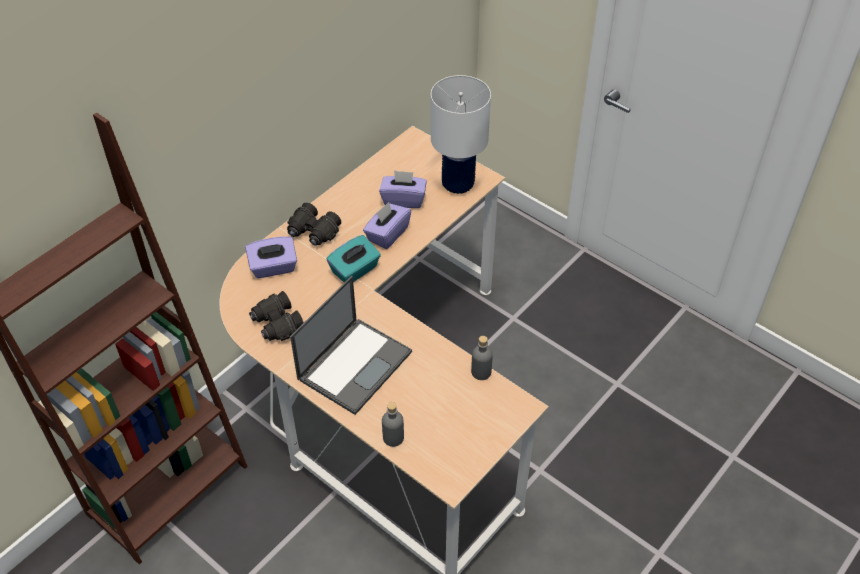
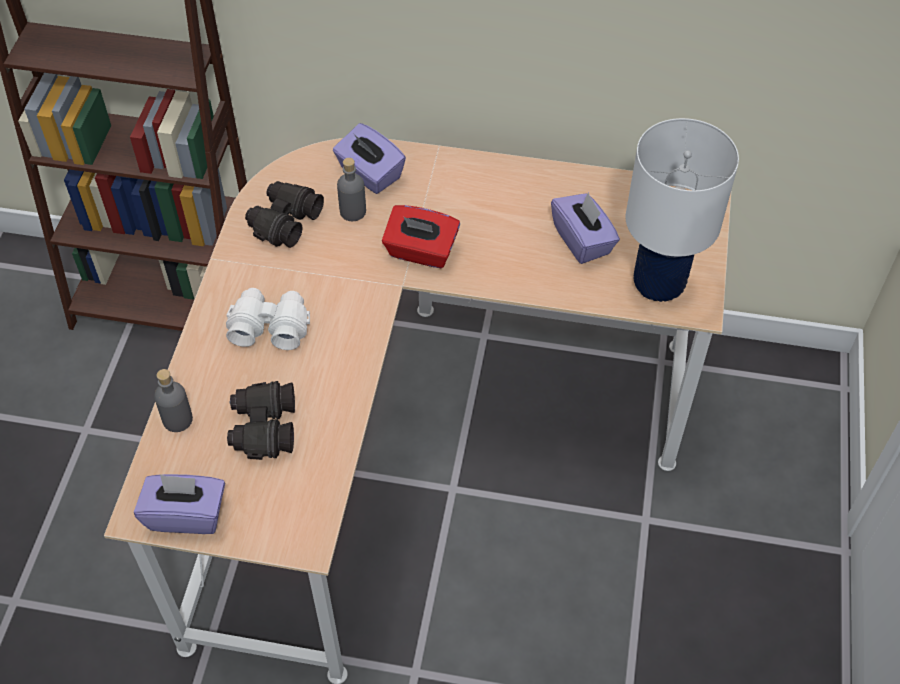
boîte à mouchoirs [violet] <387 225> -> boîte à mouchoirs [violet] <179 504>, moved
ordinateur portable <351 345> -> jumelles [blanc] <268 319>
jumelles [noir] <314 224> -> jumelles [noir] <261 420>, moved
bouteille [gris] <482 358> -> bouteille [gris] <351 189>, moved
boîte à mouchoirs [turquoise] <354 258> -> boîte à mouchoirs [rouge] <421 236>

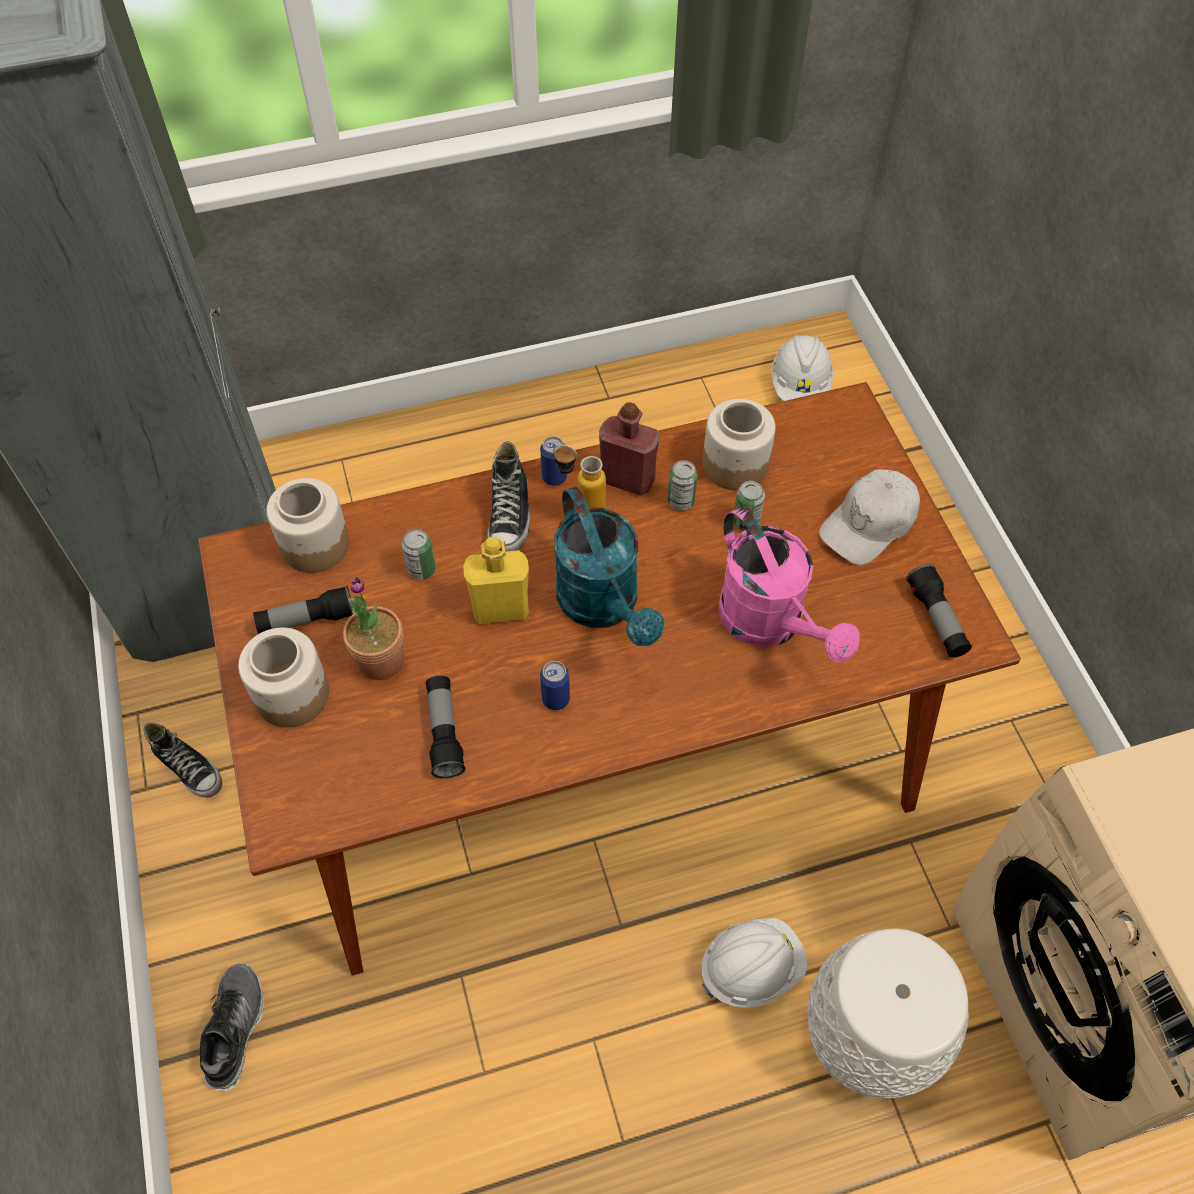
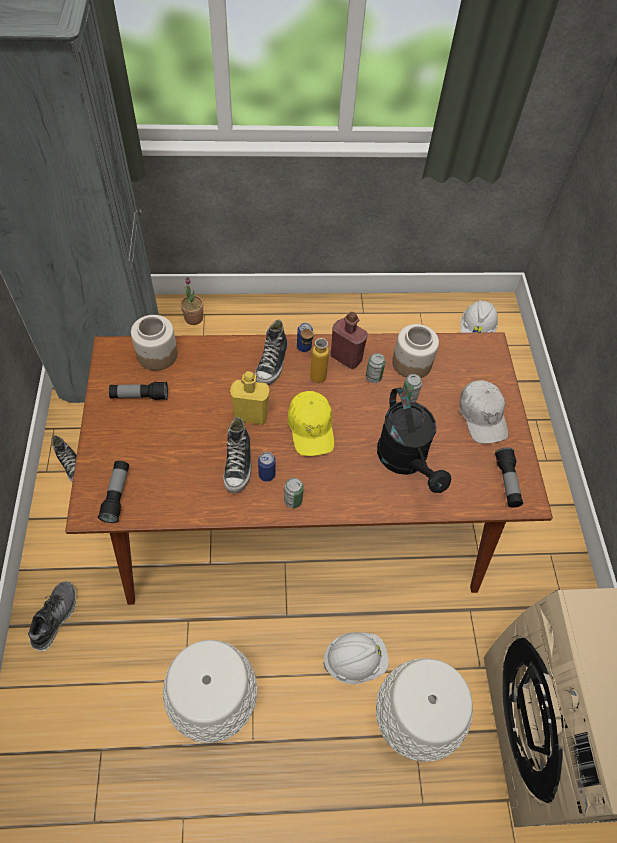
lampe de poche <445 727> -> lampe de poche <113 492>, moved
none -> tabouret [blanc] <210 691>
plante en pot <373 628> -> plante en pot <191 301>, moved
none -> chaussure <237 455>
boîte métallique <418 554> -> boîte métallique <294 493>, moved
arrosoir [turquoise] <609 566> -> casquette [jaune] <310 423>
arrosoir [rose] <789 584> -> arrosoir [noir] <414 440>
casquette [blanc] <869 517> -> casquette [blanc] <483 412>, 75 degrees counterclockwise
bocal <283 677> -> none

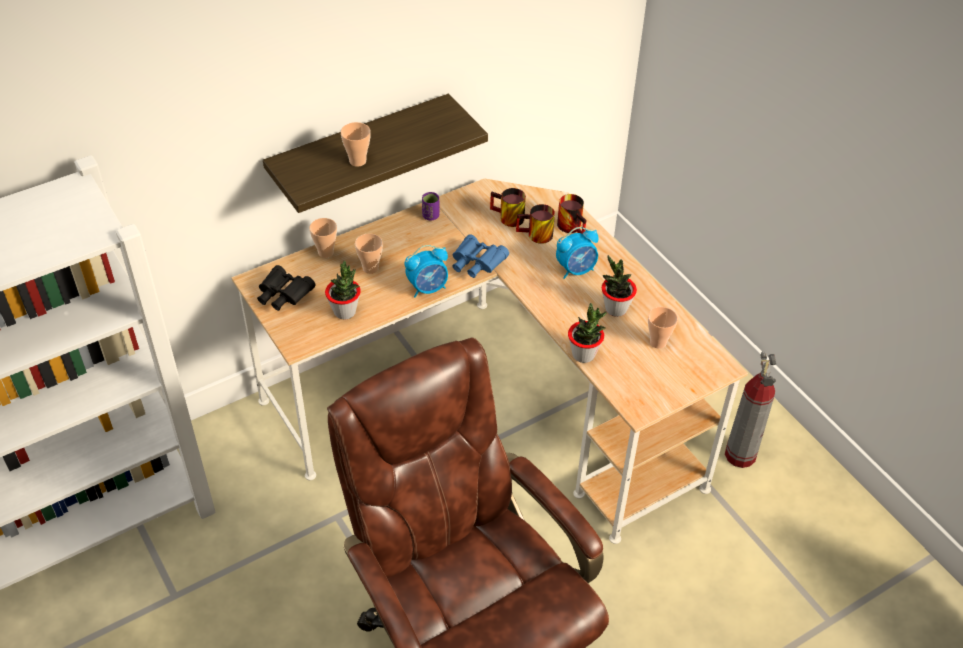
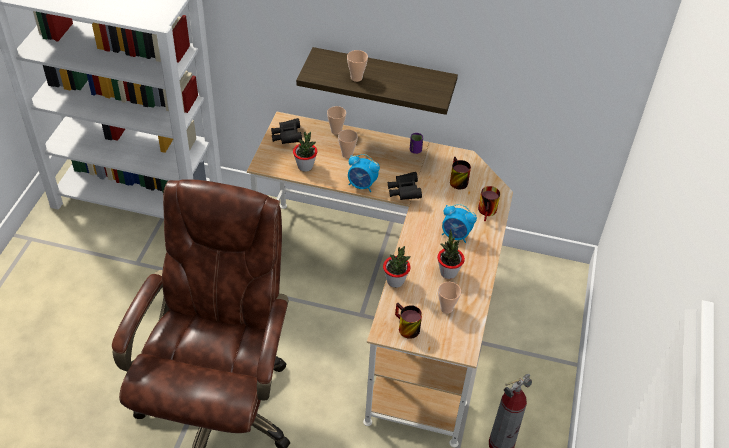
jumelles [bleu] <480 256> -> jumelles [noir] <405 186>
mug <535 224> -> mug <408 321>, moved

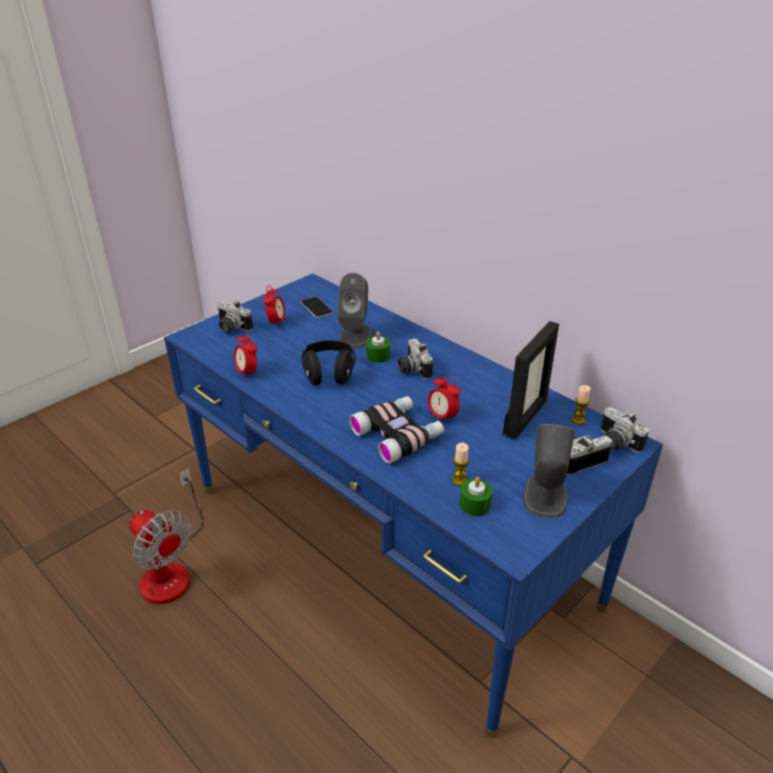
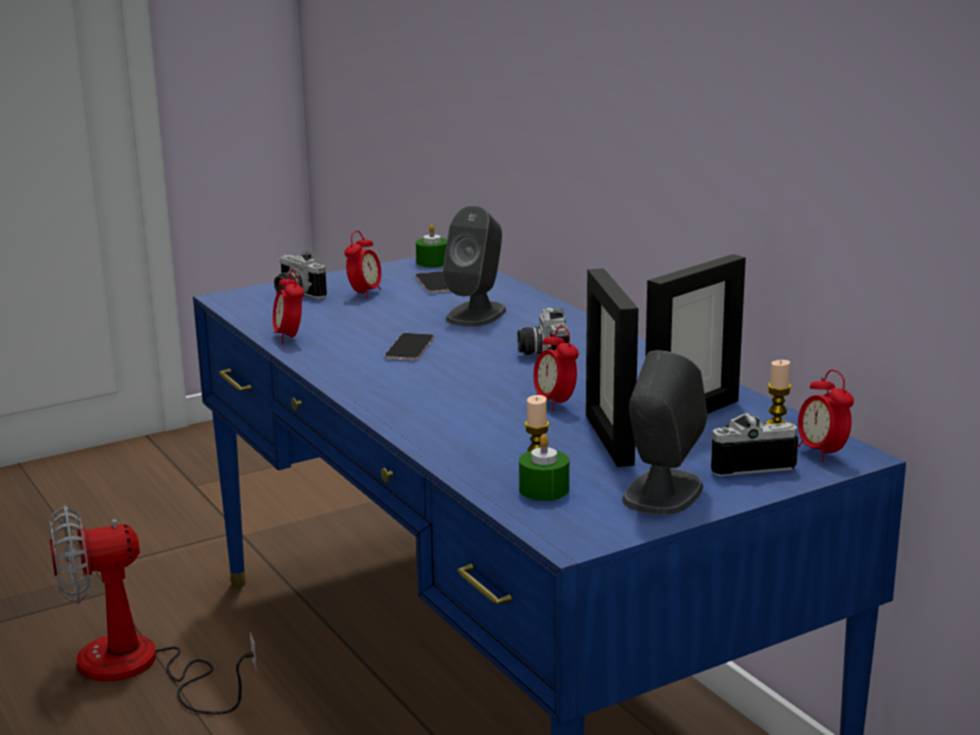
ventilateur <166 536> -> ventilateur <153 610>, 105 degrees clockwise
casque audio [noir] <328 362> -> téléphone <409 346>
bougie [vert] <378 347> -> bougie [vert] <431 245>, moved
none -> cadre photo <612 367>
appareil photo <625 430> -> réveil <826 416>
jumelles <396 430> -> none

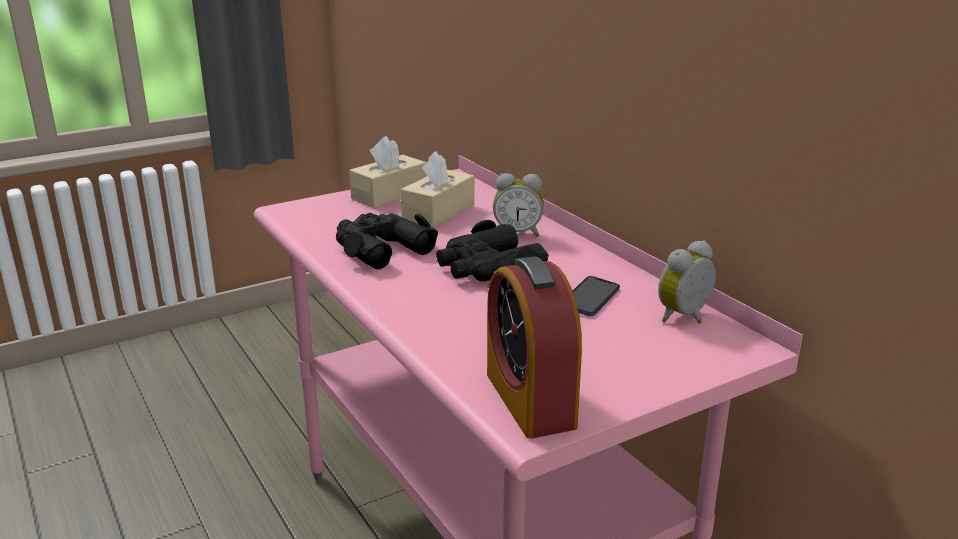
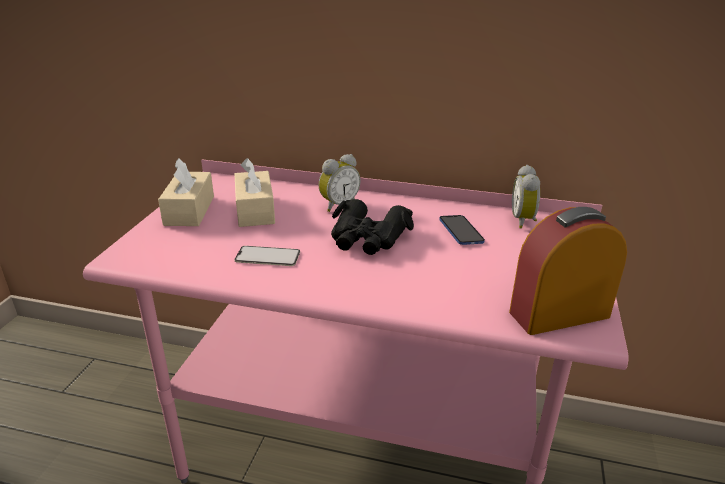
jumelles [noir] <387 241> -> téléphone <267 256>
réveil <534 347> -> réveil <568 271>, 135 degrees clockwise

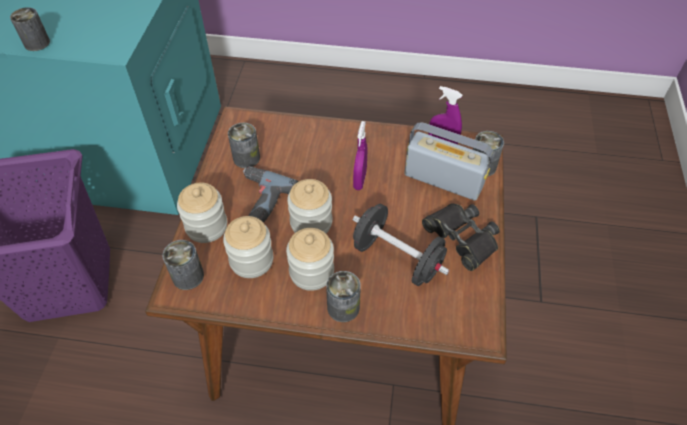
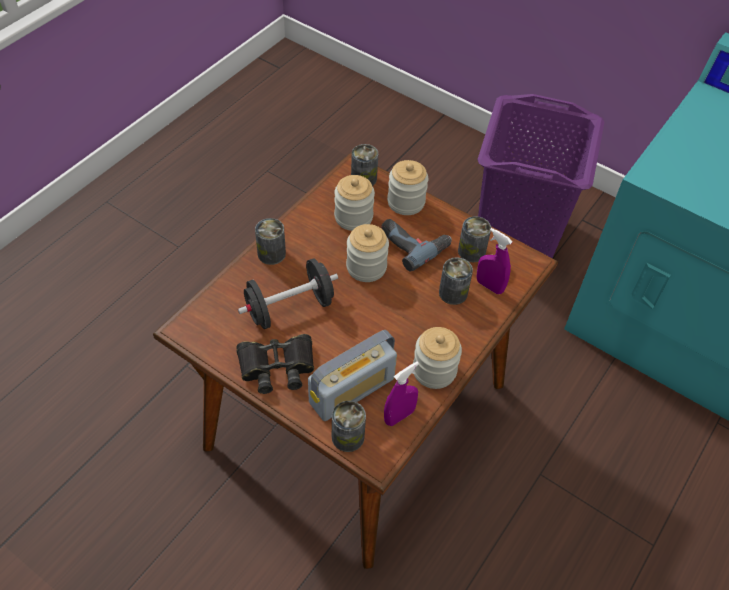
bocal <310 259> -> bocal <437 358>, moved
boîte métallique <30 29> -> boîte métallique <456 281>, moved
vaporisateur [violet] <360 155> -> vaporisateur [violet] <495 261>, moved

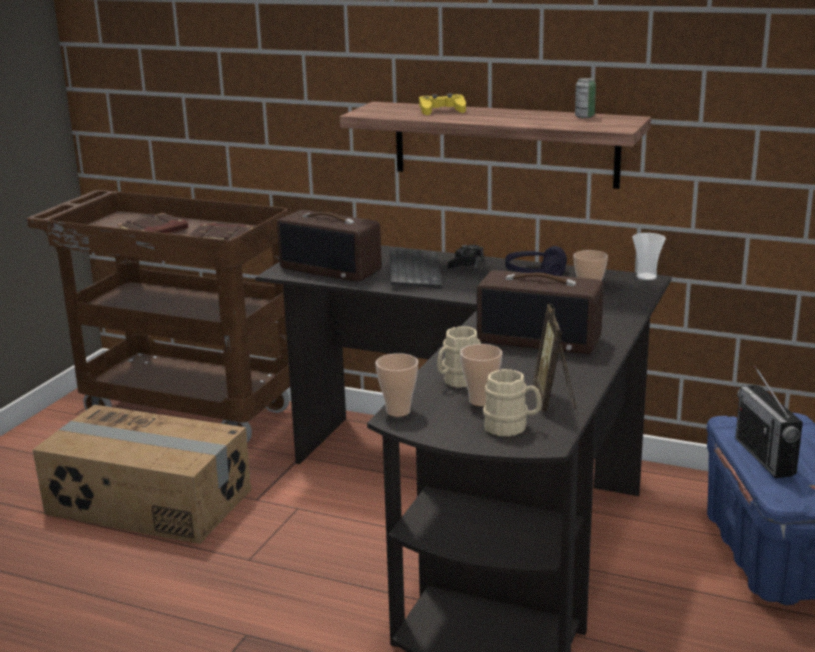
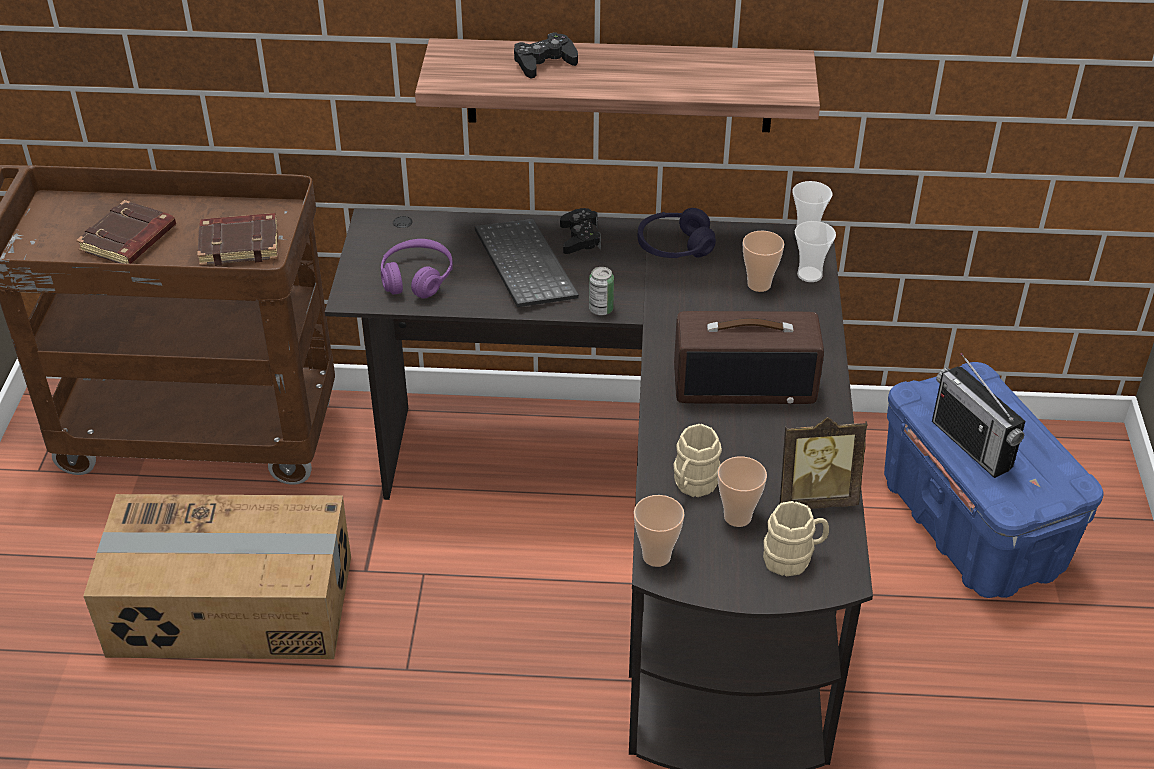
radio <329 246> -> casque audio [violet] <417 269>
manette [jaune] <442 104> -> manette [noir] <546 55>
boîte métallique <585 98> -> boîte métallique <601 291>, moved
cadre photo <554 357> -> cadre photo <823 463>, 75 degrees counterclockwise
none -> tasse <815 251>

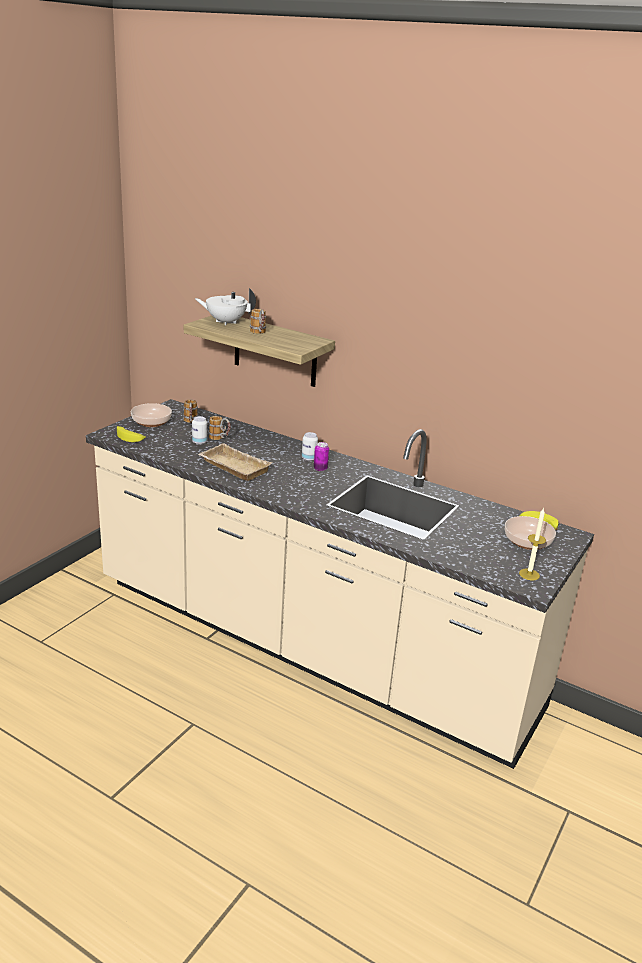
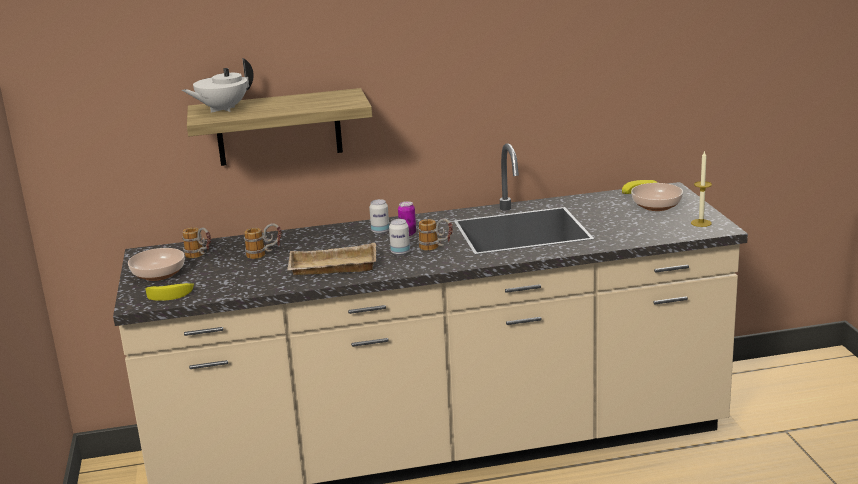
boîte métallique <199 430> -> boîte métallique <399 237>, moved
mug <258 321> -> mug <435 234>, moved

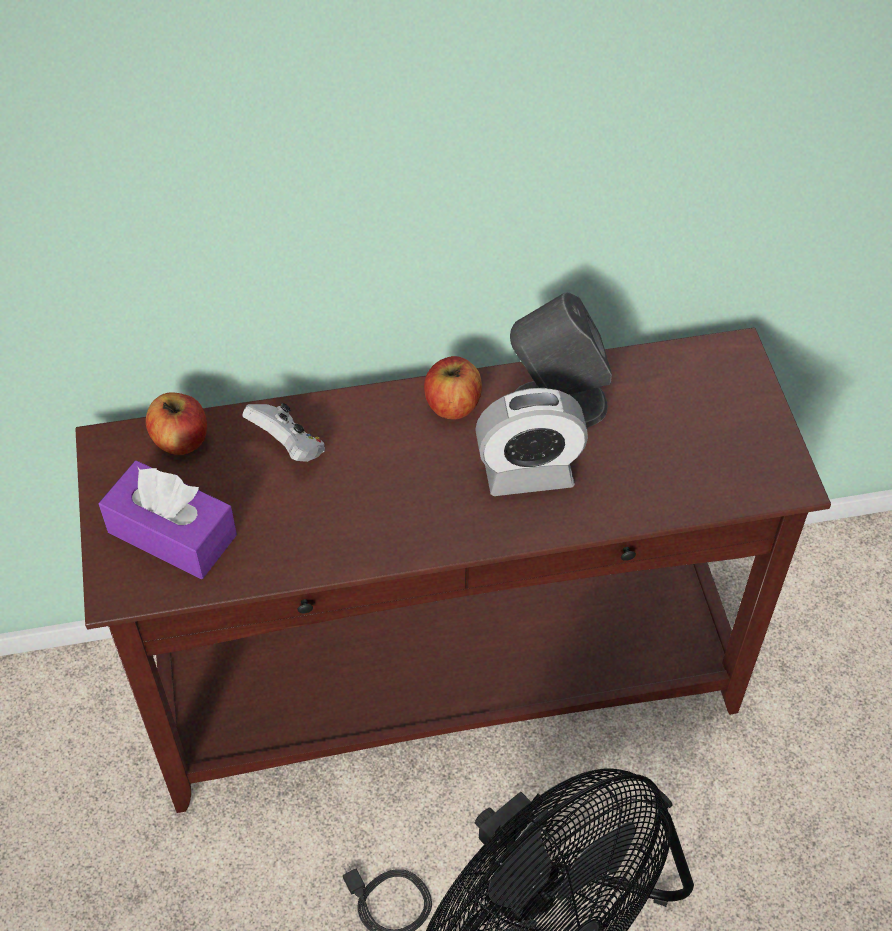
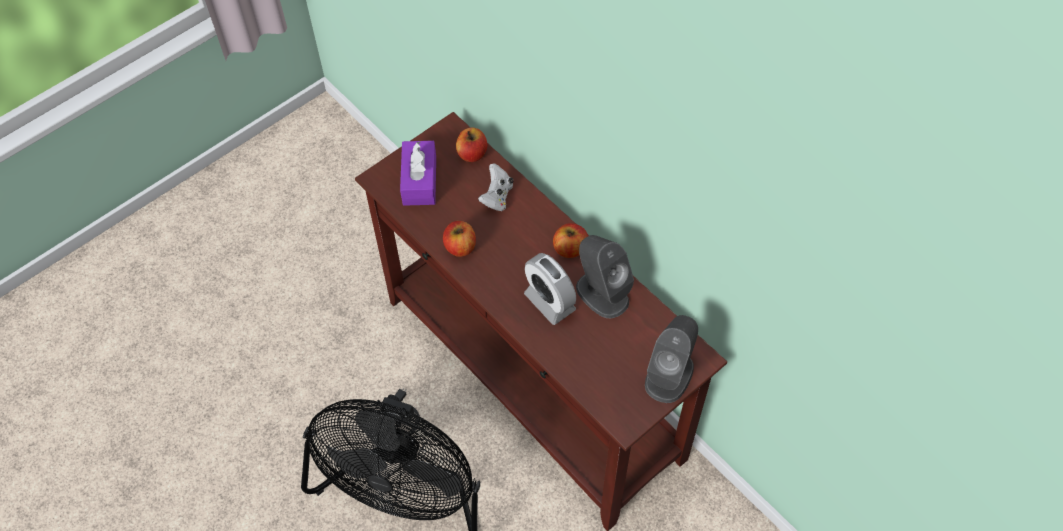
none -> pomme <459 239>
none -> enceinte [gris] <671 359>

